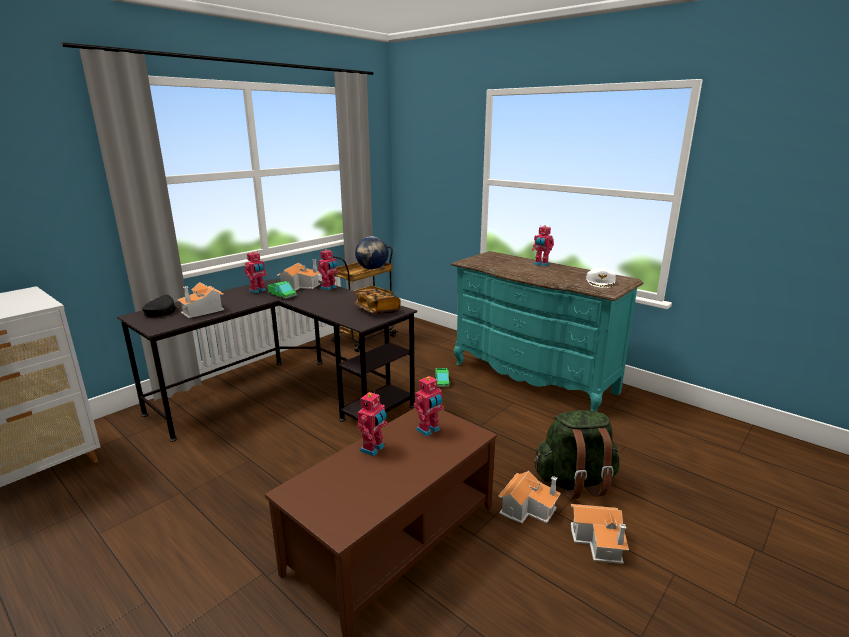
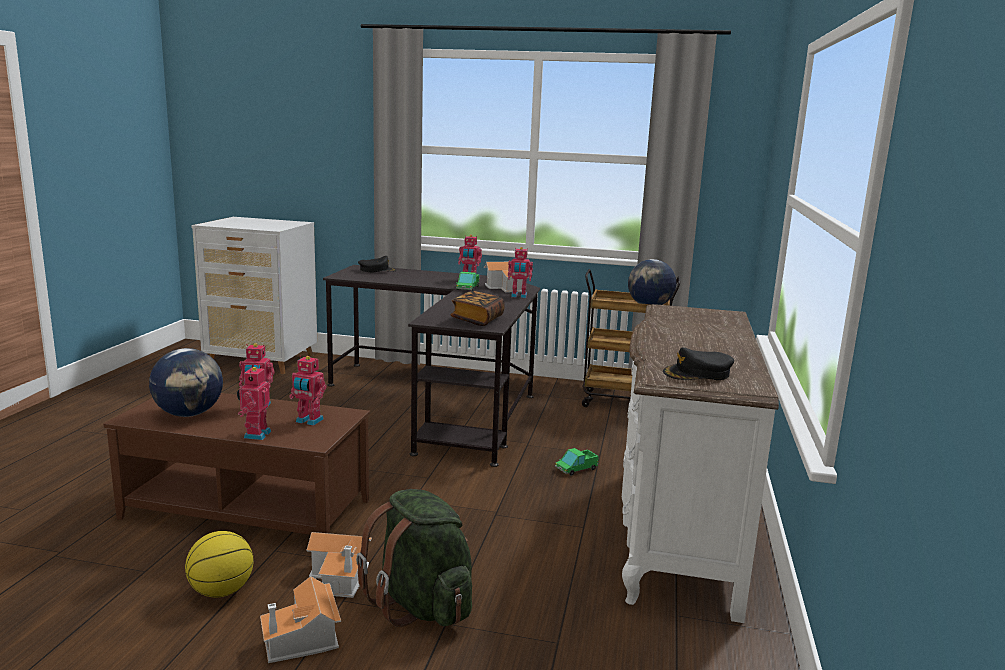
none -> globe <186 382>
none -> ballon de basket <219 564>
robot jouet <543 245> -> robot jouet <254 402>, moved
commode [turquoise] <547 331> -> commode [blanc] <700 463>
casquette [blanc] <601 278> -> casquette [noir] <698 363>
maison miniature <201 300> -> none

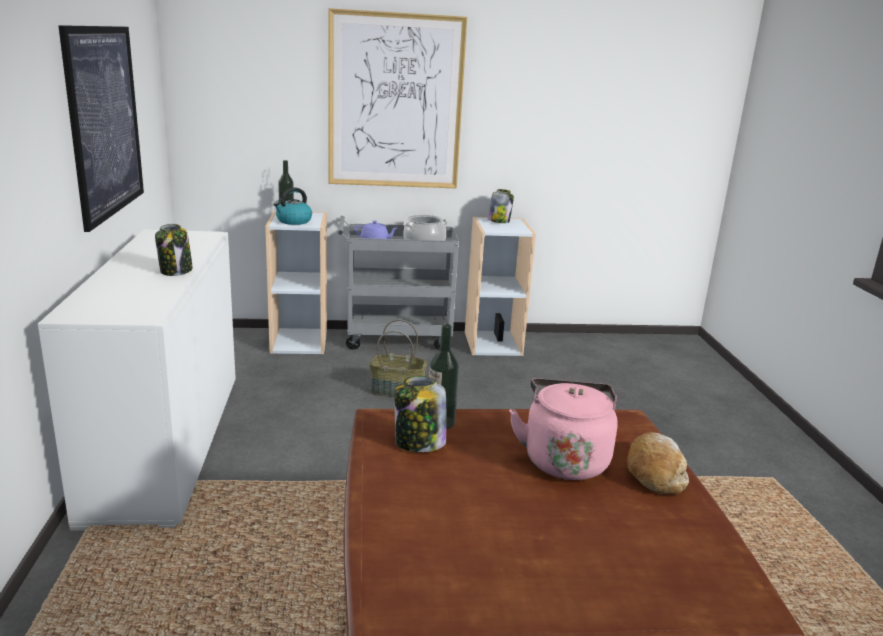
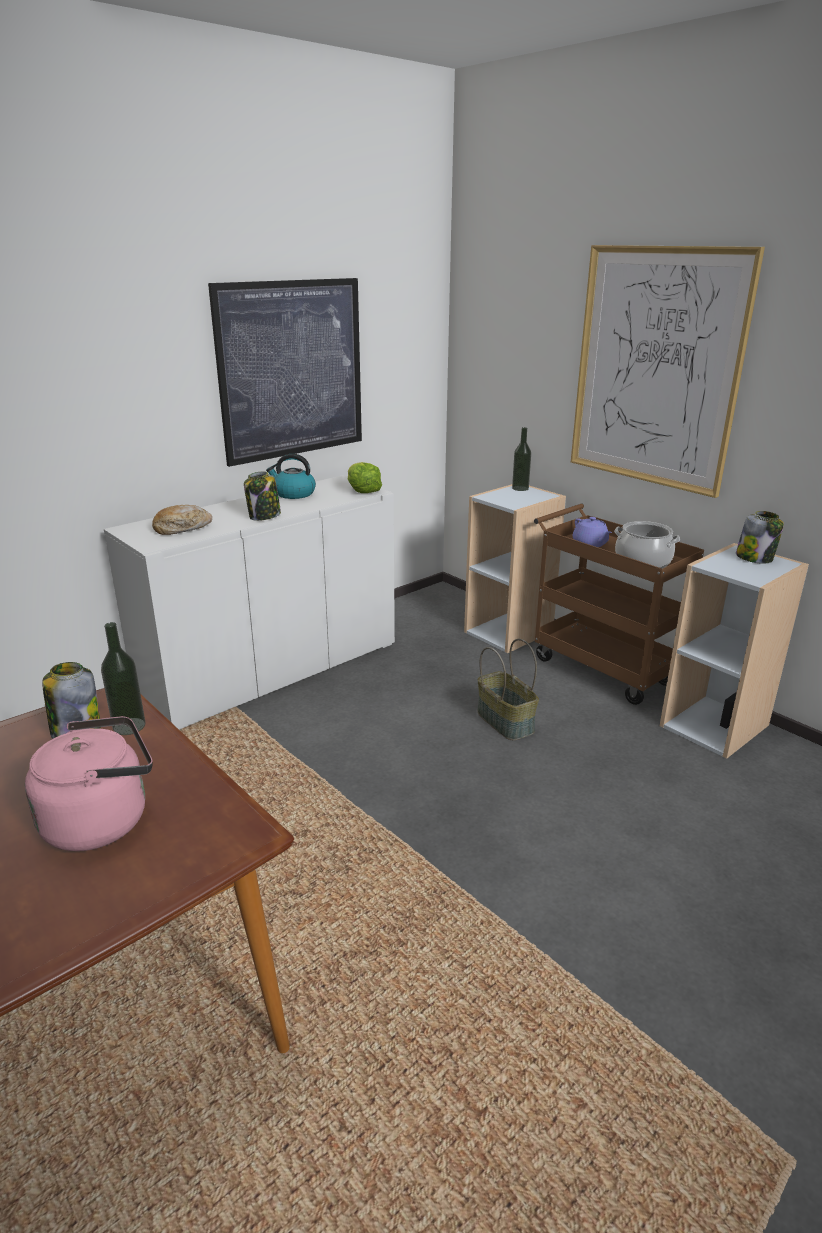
pain <658 463> -> pain <182 520>, moved
bouilloire <293 206> -> bouilloire <291 476>, moved
none -> laitue <365 477>
chariot [gris] <398 283> -> chariot [marron] <619 604>

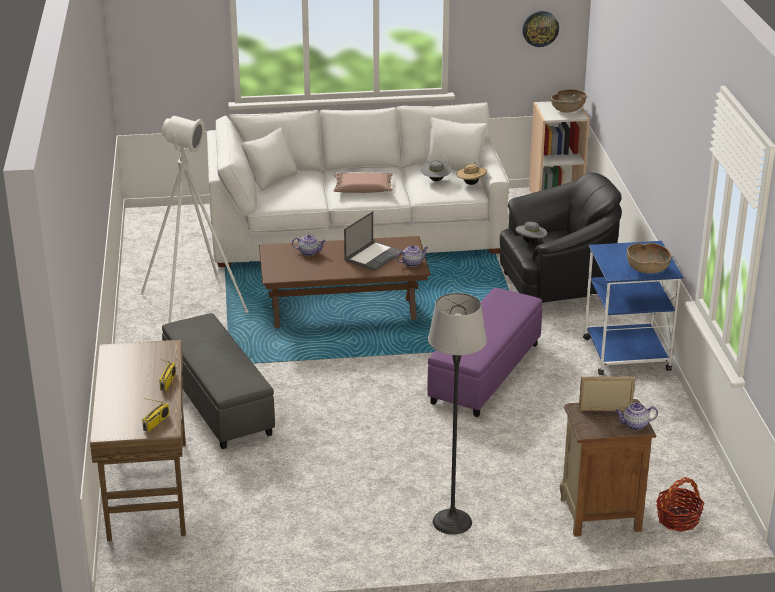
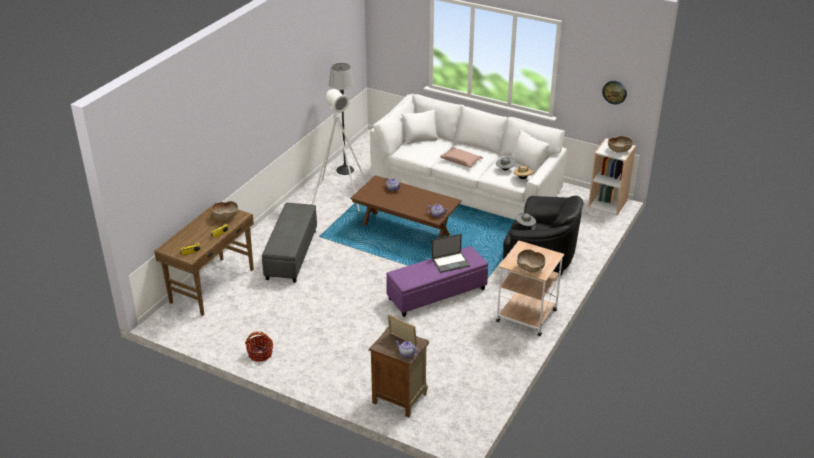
none -> bol [marron] <224 210>
panier <680 504> -> panier <259 347>, moved
lampadaire <457 414> -> lampadaire <341 119>, moved
ordinateur portable <373 241> -> ordinateur portable <451 253>, moved
chariot [bleu] <633 308> -> chariot [beige] <530 288>

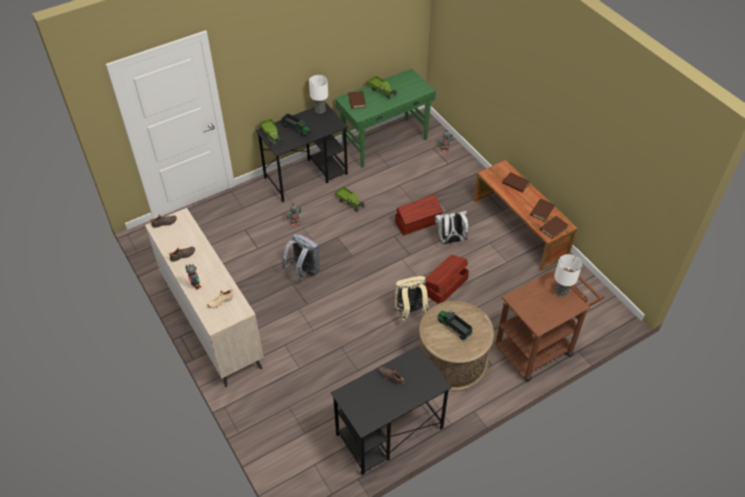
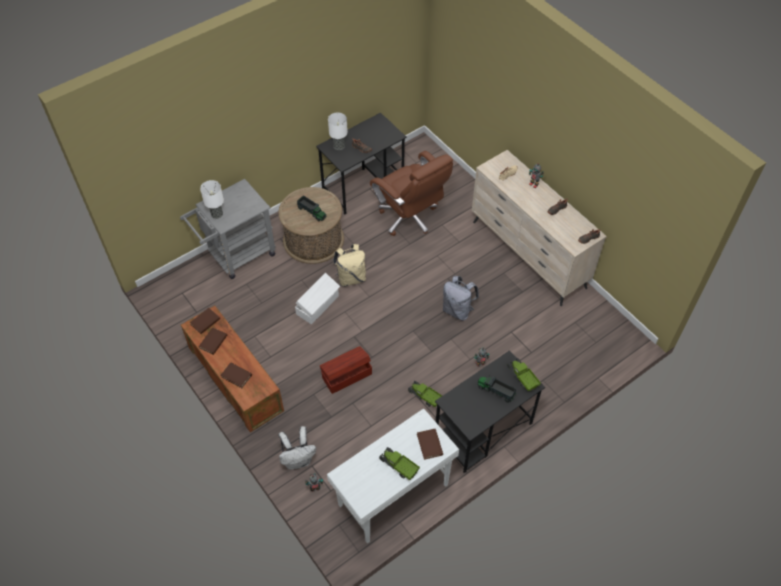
chariot [marron] <549 325> -> chariot [gris] <228 229>
sac à dos [blanc] <452 228> -> sac à dos [blanc] <297 447>, moved
boîte de rangement [marron] <447 279> -> boîte de rangement [blanc] <317 298>
table console [vert] <385 117> -> table console [blanc] <393 476>
lampe de table <318 94> -> lampe de table <338 131>, moved
none -> chaise de bureau [marron] <411 193>

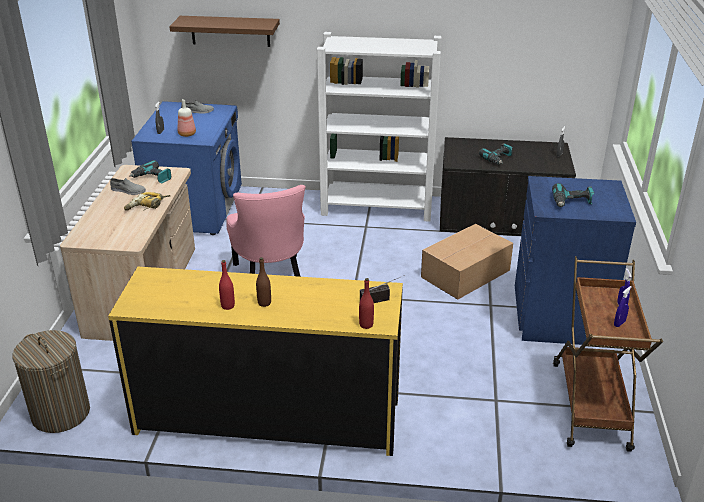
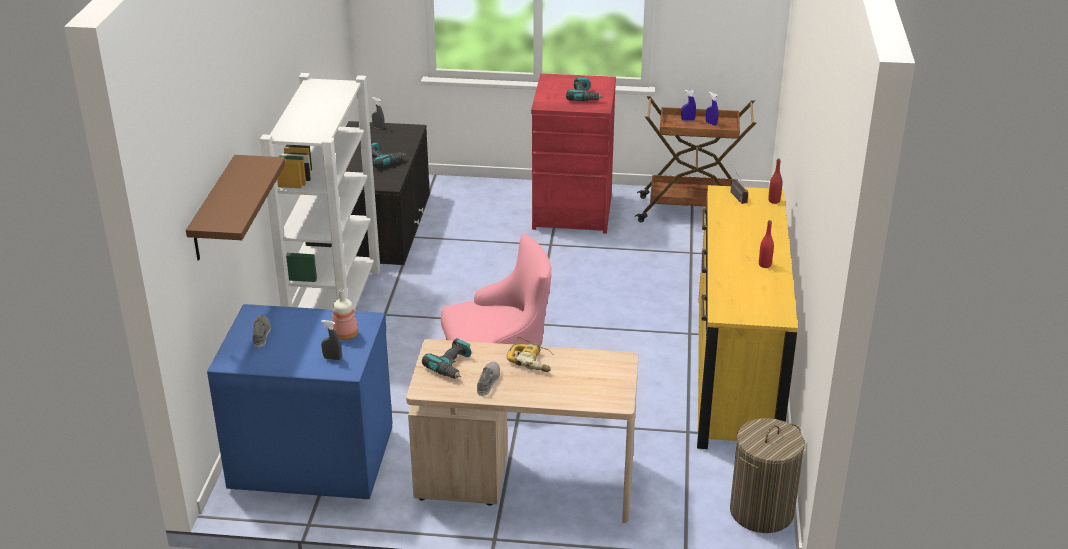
commode [bleu] <575 260> -> commode [rouge] <573 153>
bouteille [marron] <263 282> -> none
carton <467 262> -> none

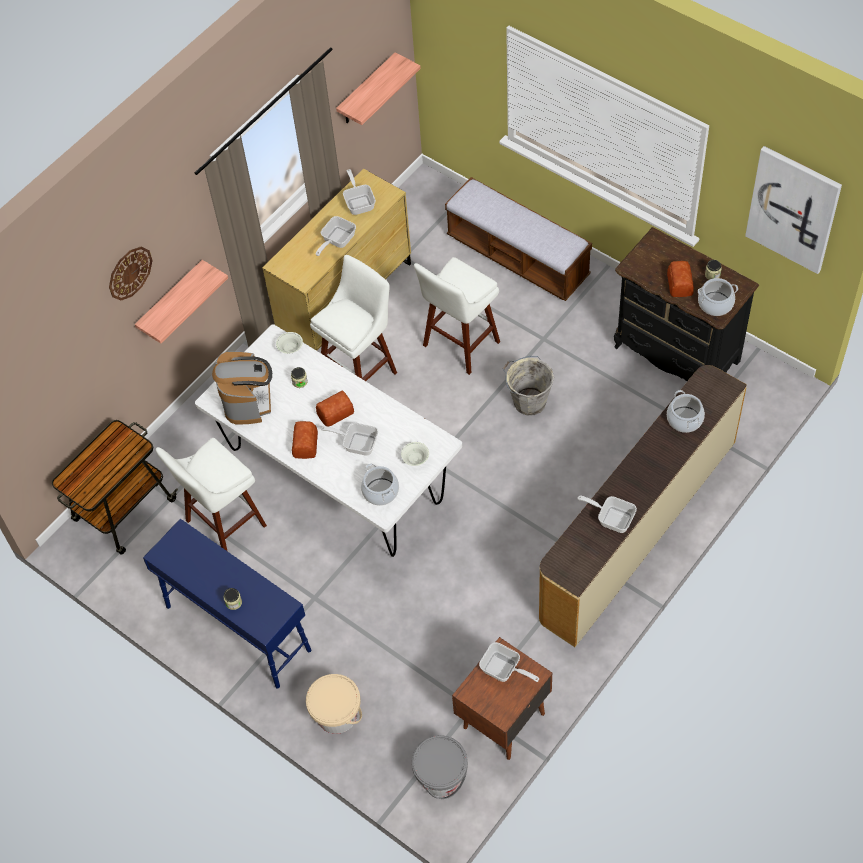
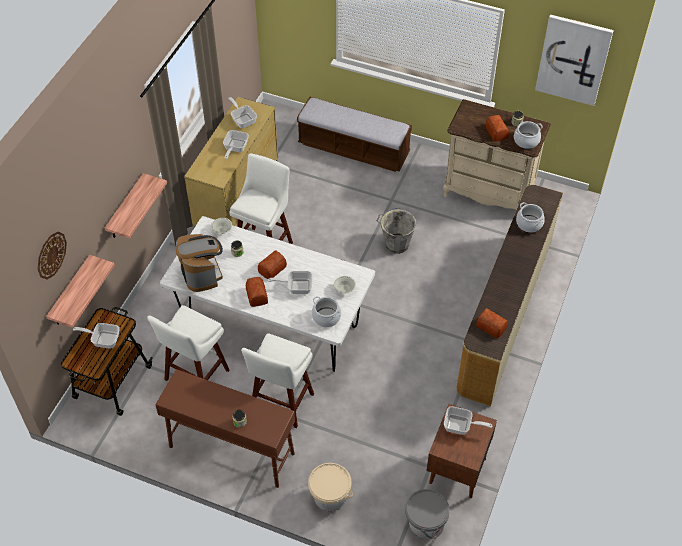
horloge murale <131 273> -> horloge murale <52 255>, moved
étagère <378 88> -> étagère <80 291>, moved
poêle <607 514> -> poêle <96 336>, moved
table console [bleu] <227 604> -> table console [marron] <225 428>
tabouret [blanc] <457 316> -> tabouret [blanc] <277 380>, moved
commode [noir] <686 304> -> commode [beige] <497 154>
none -> pain <491 323>

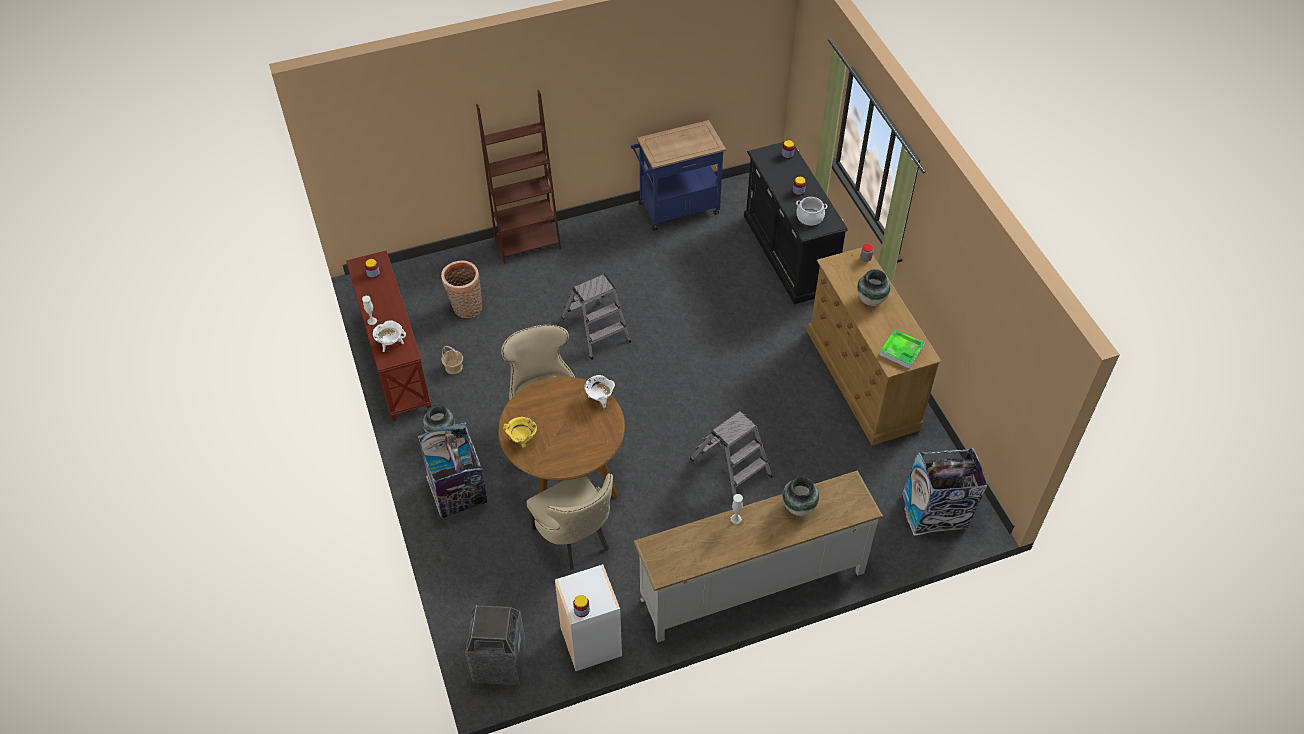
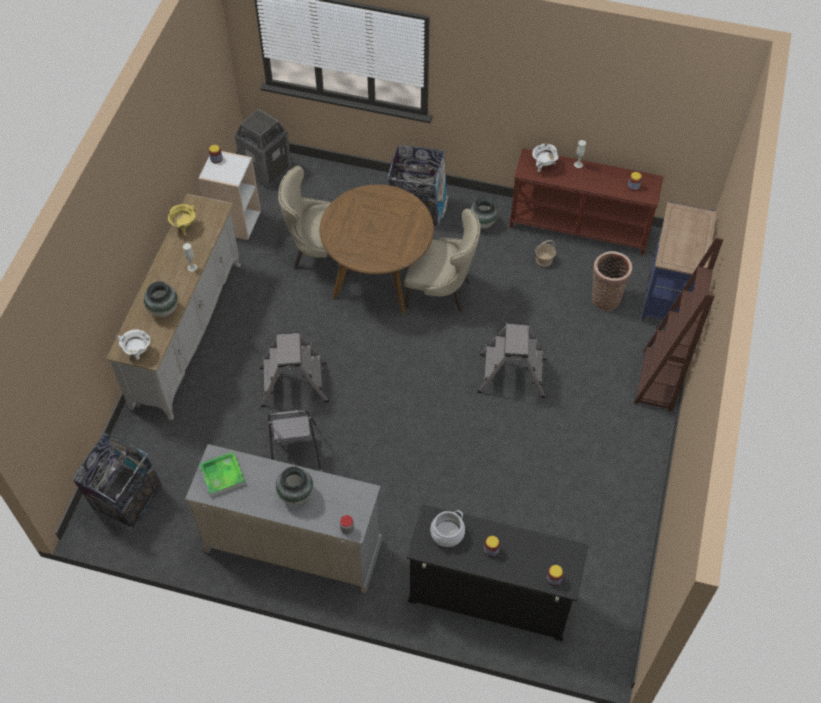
marmite [blanc] <600 392> -> marmite [blanc] <134 344>, moved
marmite [jaune] <520 432> -> marmite [jaune] <182 220>, moved
commode [marron] <874 346> -> commode [gris] <283 518>
none -> escabeau [gris] <295 441>
chariot [bleu] <678 175> -> chariot [bleu] <679 261>, moved

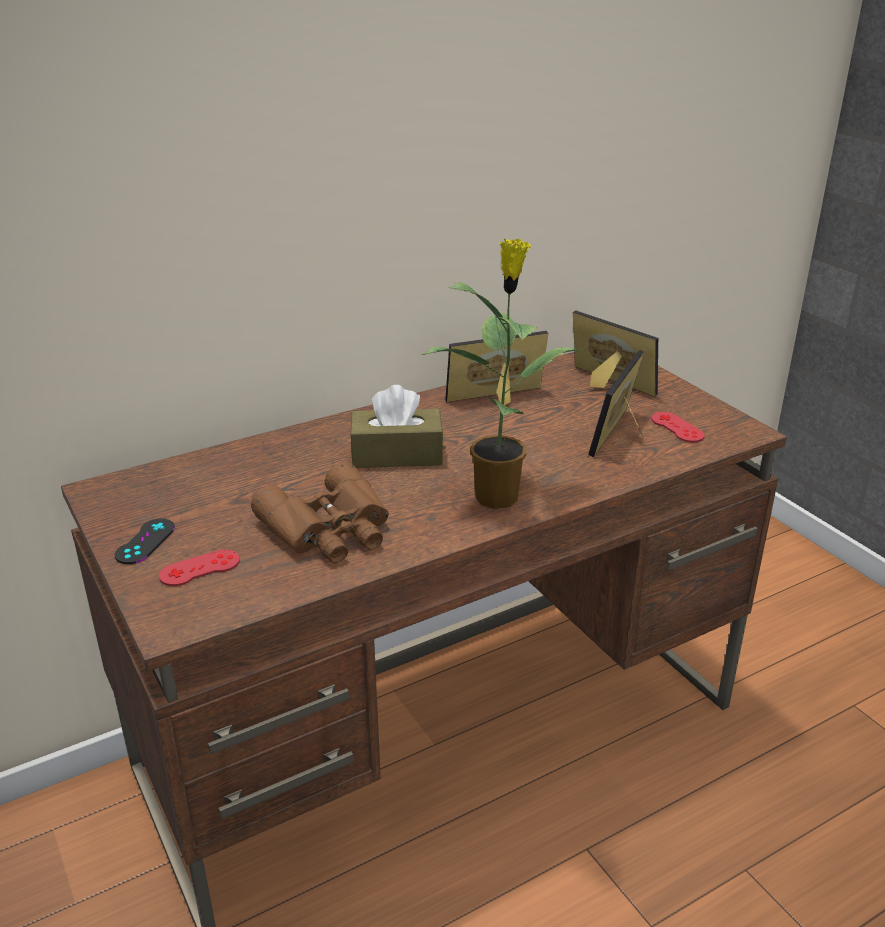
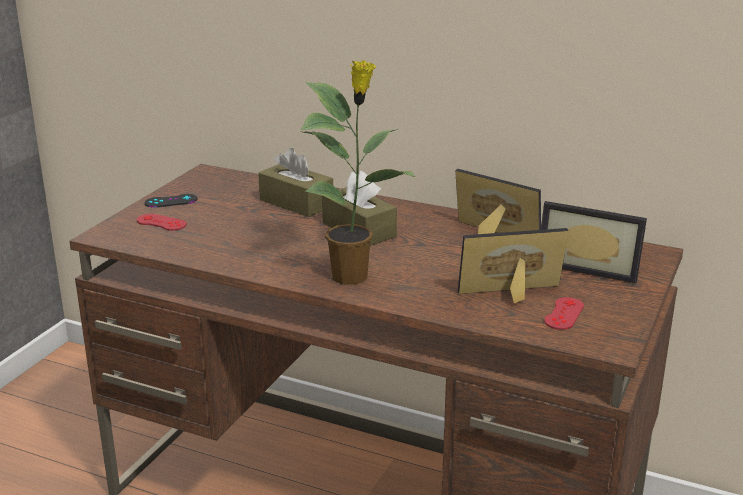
none -> boîte à mouchoirs [marron] <295 182>
cadre photo <615 353> -> cadre photo <594 242>, 105 degrees clockwise
jumelles [marron] <320 512> -> none

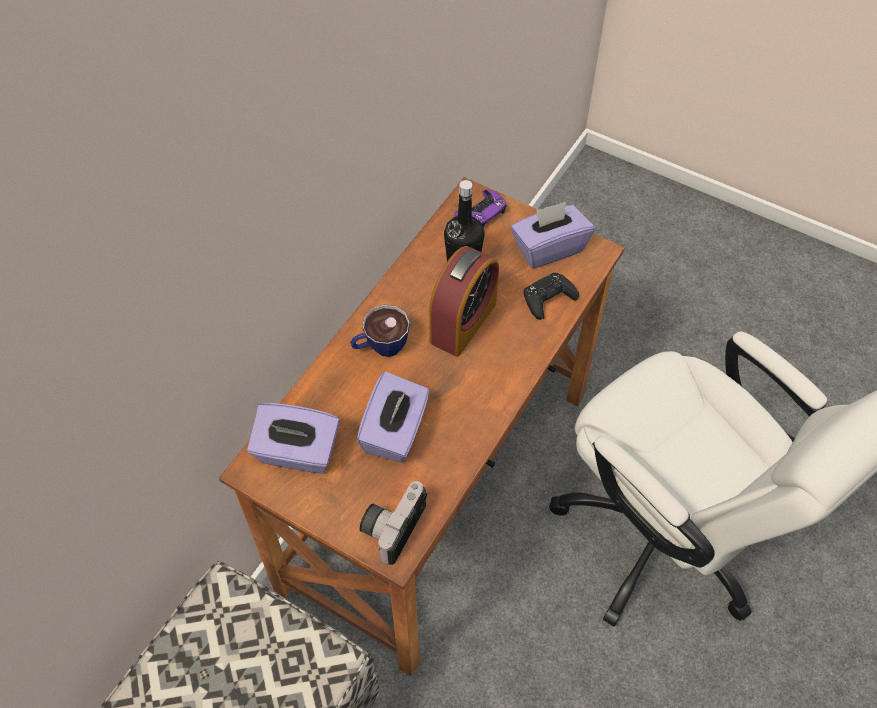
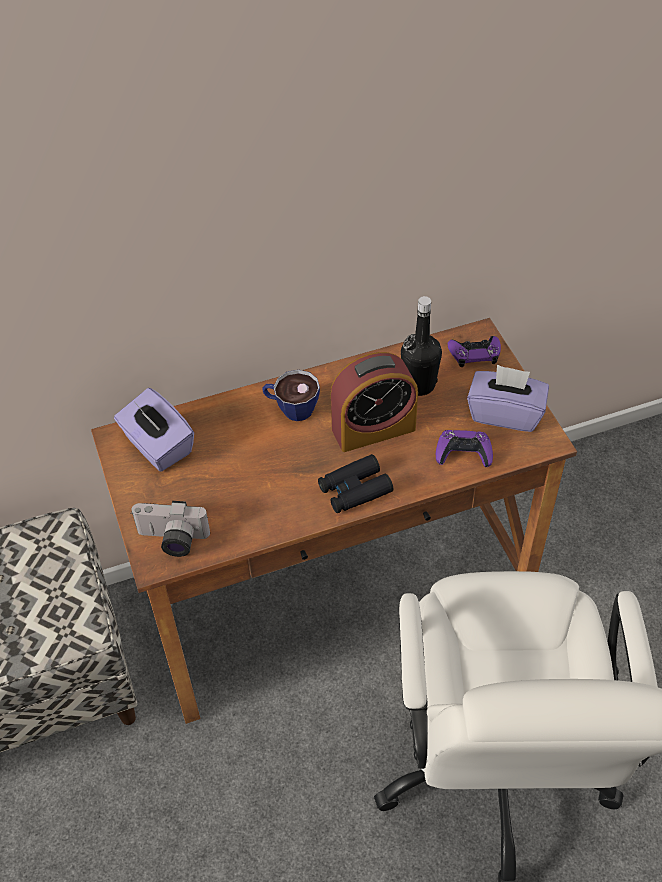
appareil photo <393 523> -> appareil photo <170 529>, 150 degrees counterclockwise
none -> jumelles [noir] <355 483>
manette [noir] <551 296> -> manette [violet] <464 448>
boîte à mouchoirs [violet] <393 417> -> none

